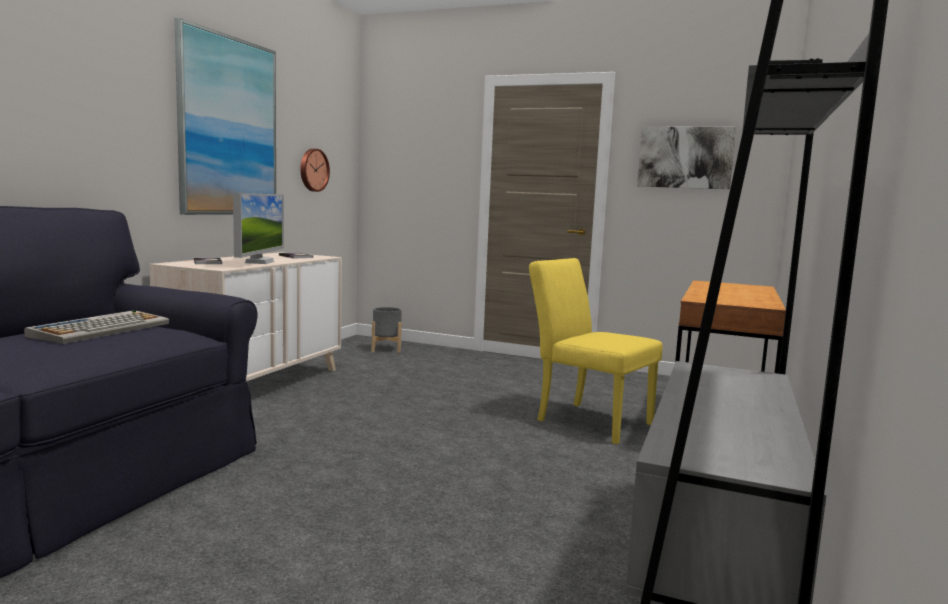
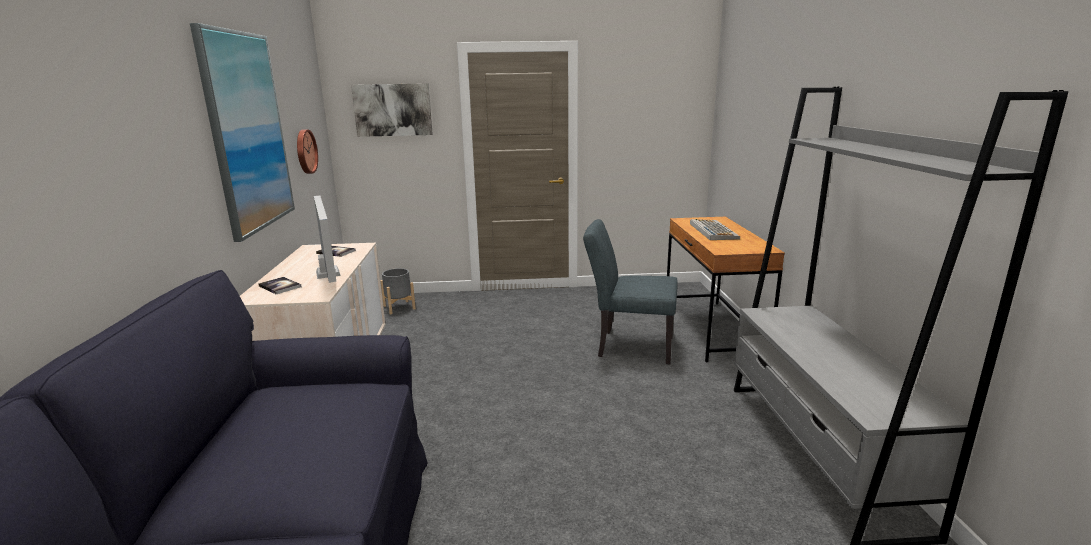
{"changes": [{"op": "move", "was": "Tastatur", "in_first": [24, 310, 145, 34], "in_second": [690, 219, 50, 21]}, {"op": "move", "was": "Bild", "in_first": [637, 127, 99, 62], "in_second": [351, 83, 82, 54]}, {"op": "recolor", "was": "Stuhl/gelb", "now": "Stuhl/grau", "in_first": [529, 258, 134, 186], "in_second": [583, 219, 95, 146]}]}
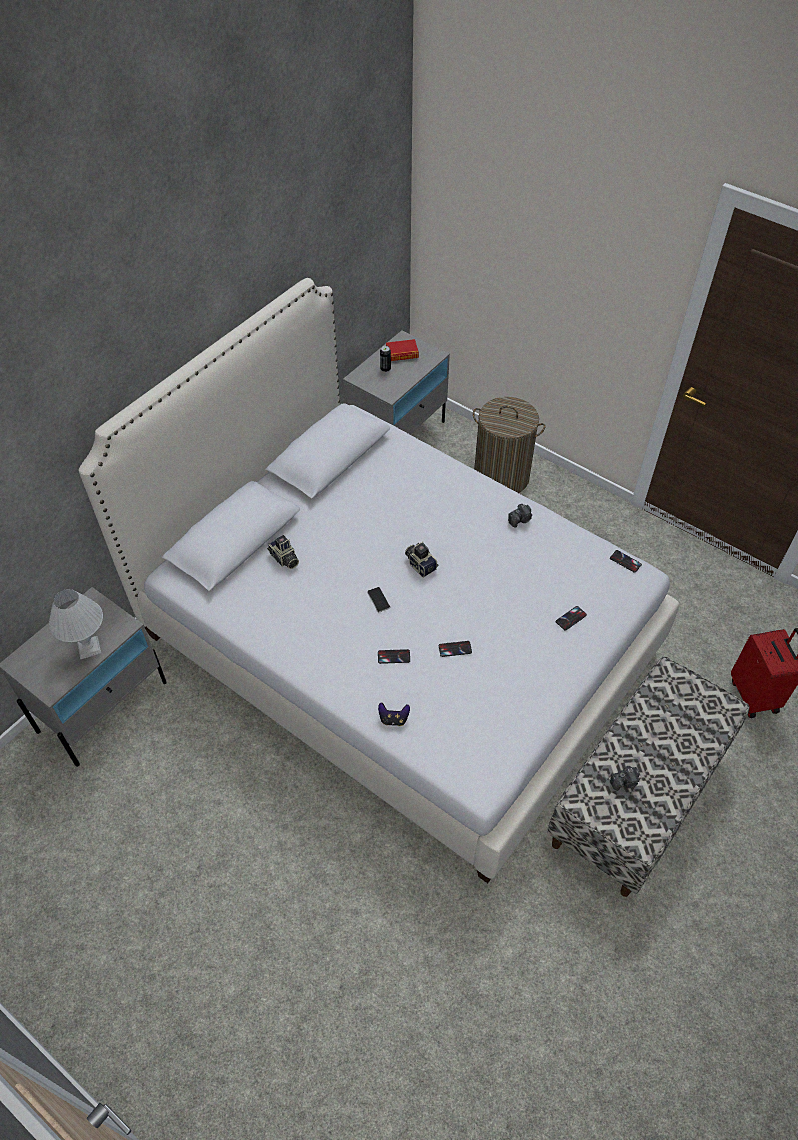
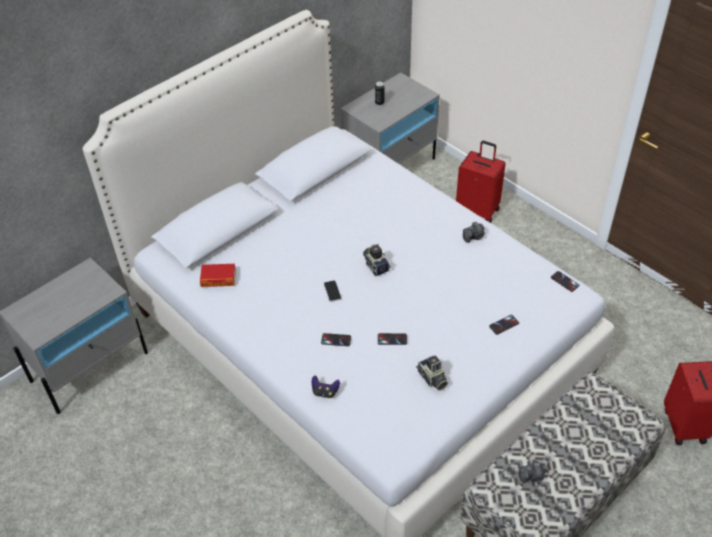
{"changes": [{"op": "delete", "was": "Tischlampe/weiß", "in_first": [49, 589, 54, 70]}, {"op": "move", "was": "Kamera", "in_first": [267, 535, 32, 34], "in_second": [416, 355, 32, 36]}, {"op": "move", "was": "Buch", "in_first": [386, 339, 33, 22], "in_second": [200, 264, 36, 23]}, {"op": "replace", "was": "Wäschekorb", "now": "Koffer/rot", "in_first": [473, 397, 73, 96], "in_second": [456, 141, 49, 82]}]}
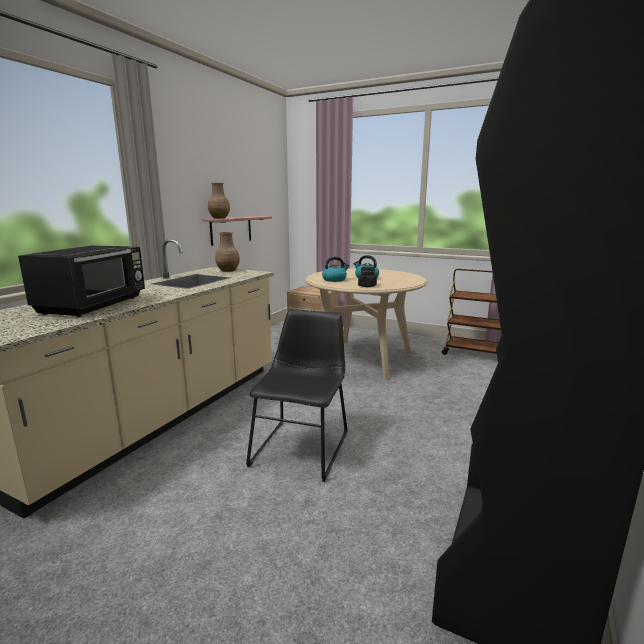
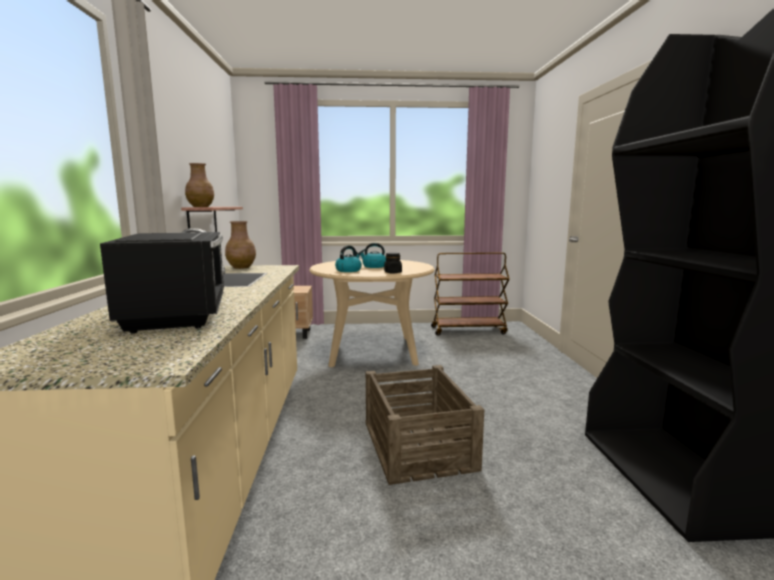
{"changes": [{"op": "replace", "was": "Stuhl/schwarz", "now": "Kiste", "in_first": [246, 309, 102, 173], "in_second": [365, 365, 119, 120]}]}
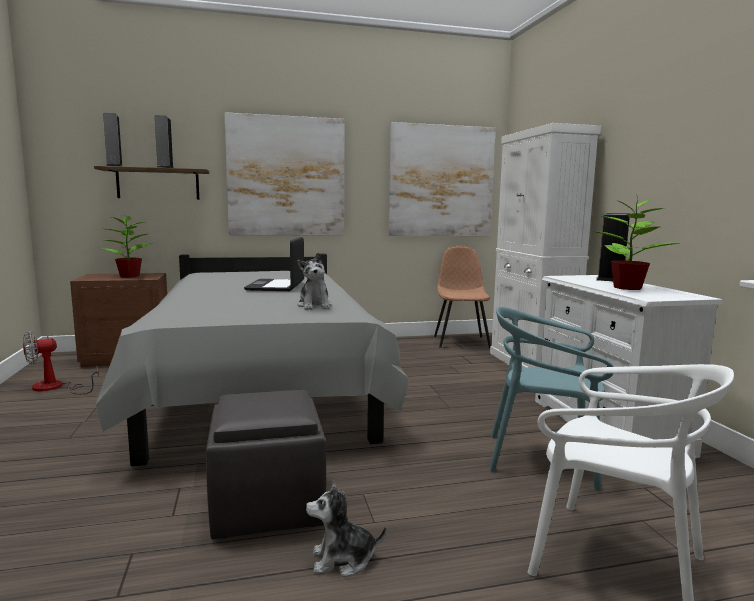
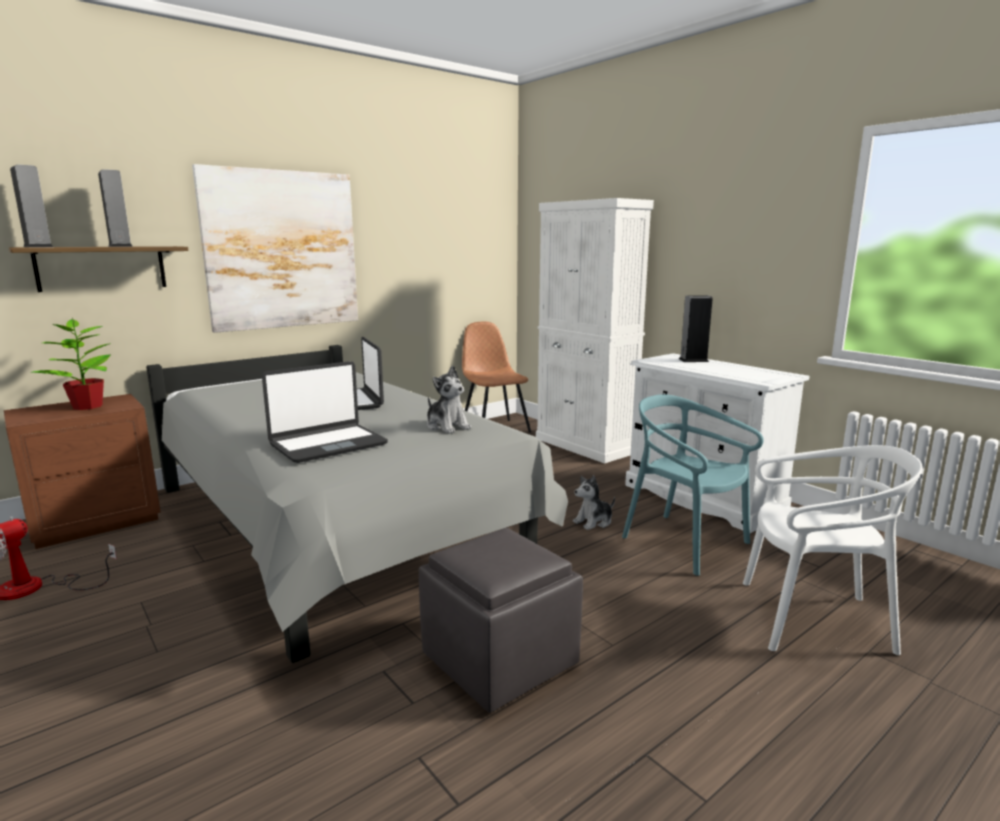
{"changes": [{"op": "delete", "was": "Bild", "in_first": [389, 122, 107, 114]}, {"op": "delete", "was": "Topfpflanze", "in_first": [596, 197, 85, 93]}, {"op": "insert", "now": "Laptop", "in_second": [262, 361, 126, 102]}, {"op": "move", "was": "Plüschtier", "in_first": [306, 481, 80, 96], "in_second": [573, 475, 42, 55]}, {"op": "rotate", "was": "Stuhl/türkis", "in_first": [489, 307, 125, 183], "in_second": [622, 394, 142, 182], "clockwise": 60}]}
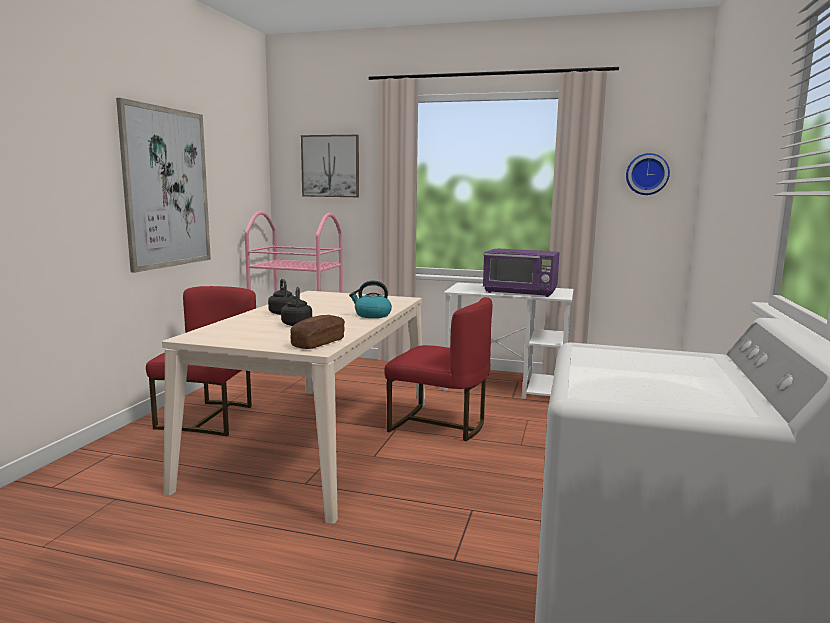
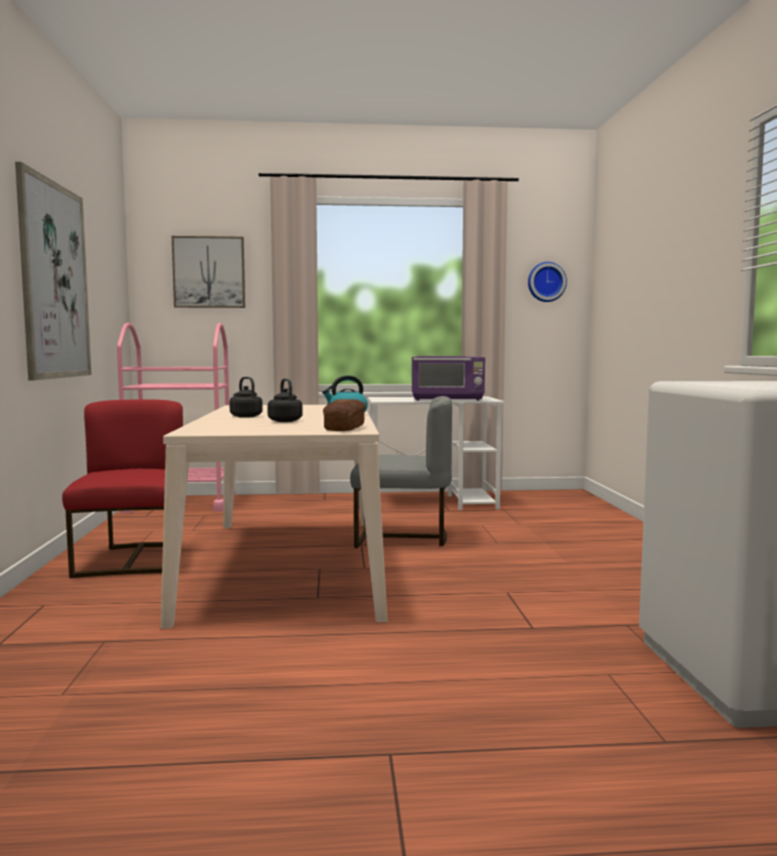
{"changes": [{"op": "recolor", "was": "Stuhl/rot", "now": "Stuhl/grau", "in_first": [385, 297, 107, 144], "in_second": [350, 396, 102, 152]}]}
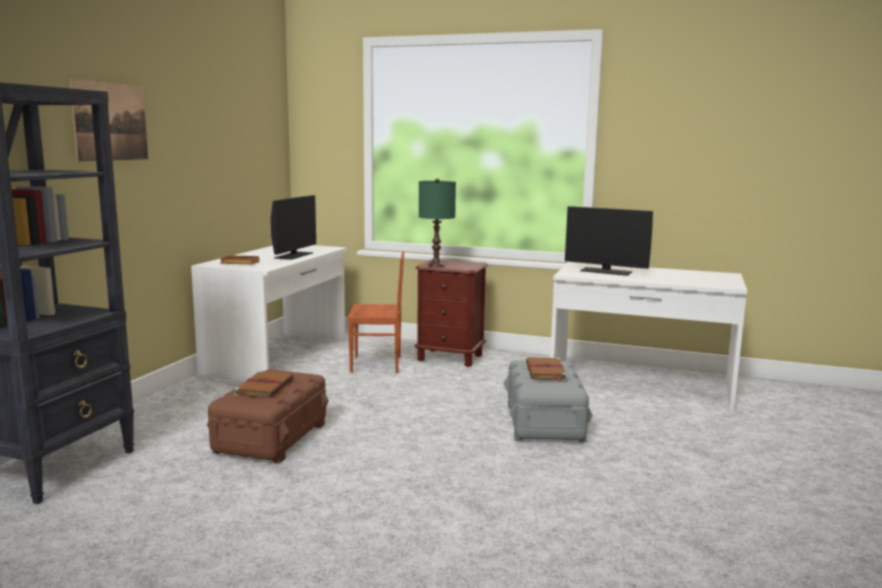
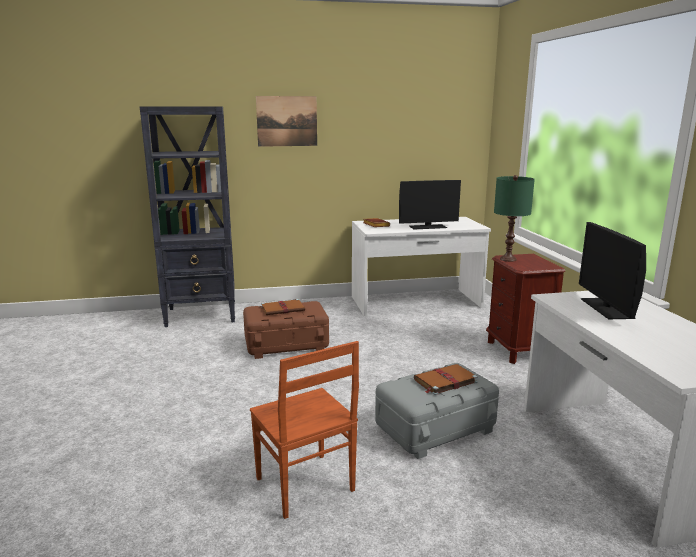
{"changes": [{"op": "move", "was": "Stuhl/braun", "in_first": [348, 251, 56, 122], "in_second": [250, 341, 109, 178]}]}
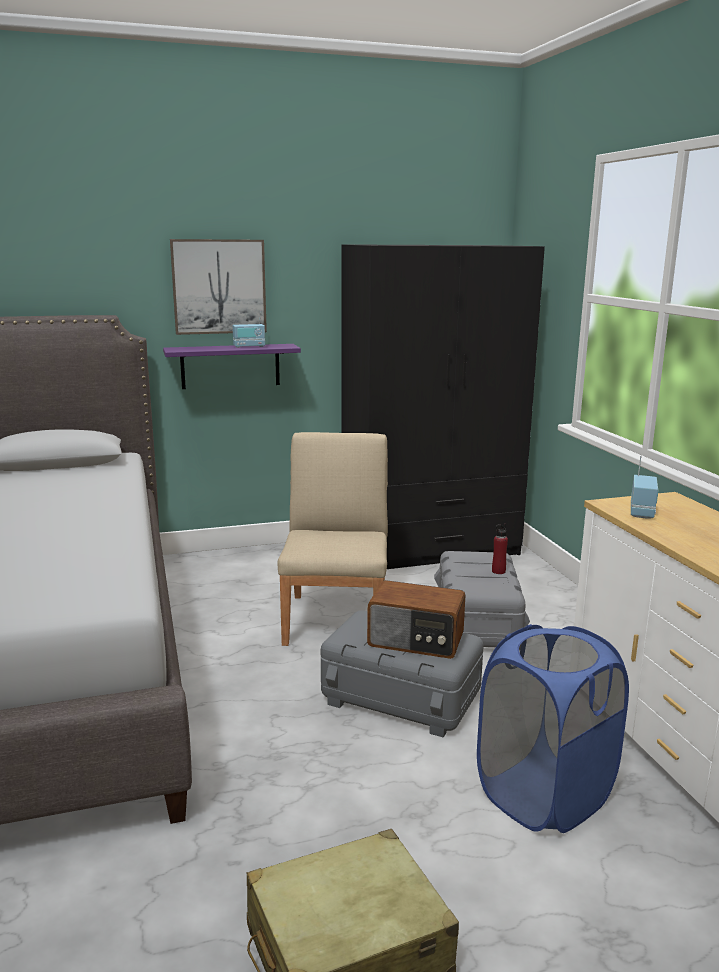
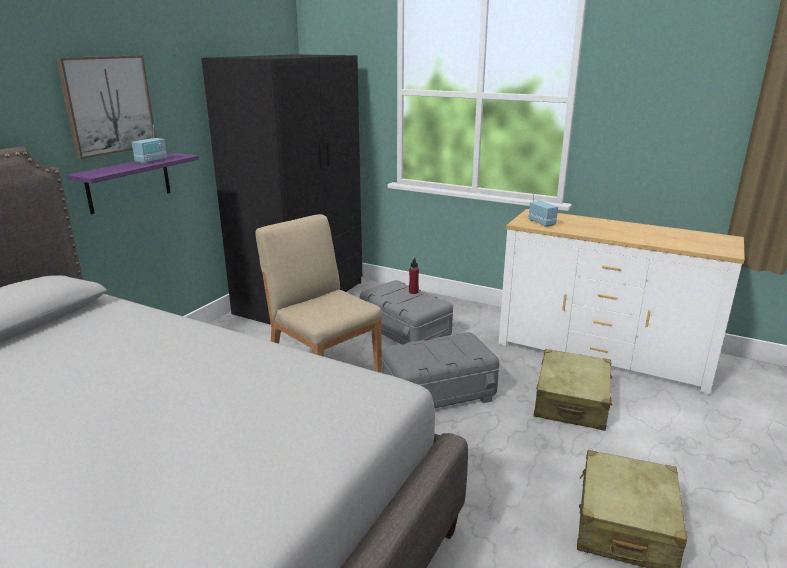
{"changes": [{"op": "delete", "was": "Radio", "in_first": [367, 580, 98, 79]}, {"op": "replace", "was": "Wäschekorb/blau", "now": "Koffer/beige", "in_first": [477, 624, 152, 209], "in_second": [534, 349, 78, 82]}]}
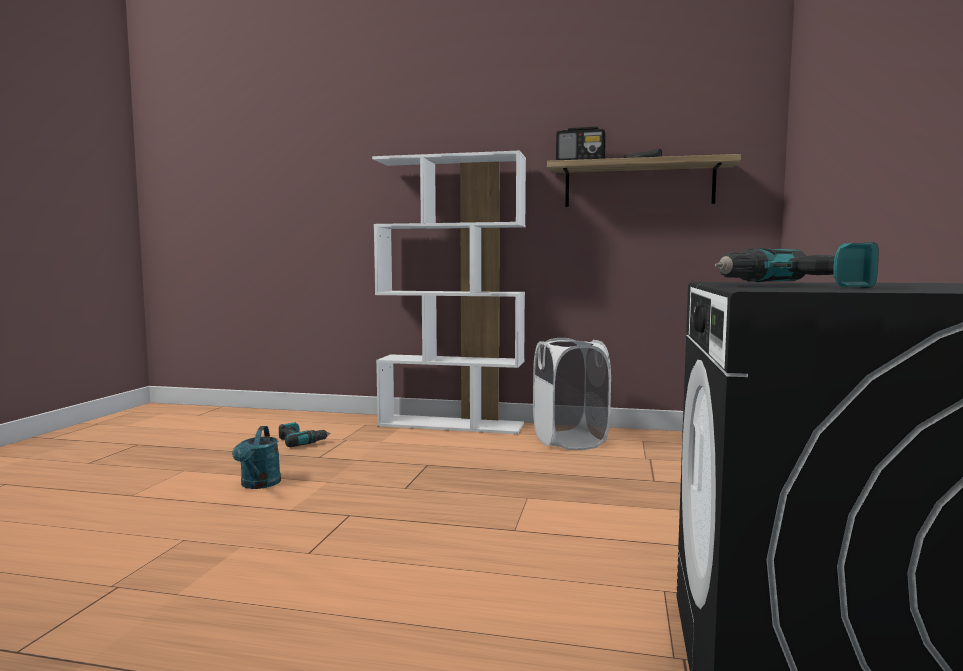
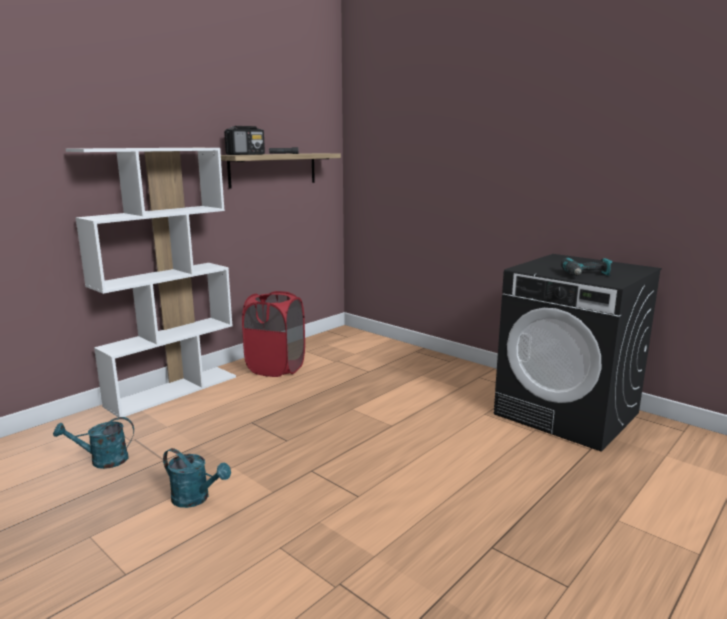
{"changes": [{"op": "replace", "was": "Bohrmaschine", "now": "Gießkanne/türkis", "in_first": [279, 422, 52, 25], "in_second": [53, 417, 81, 52]}, {"op": "recolor", "was": "Wäschekorb/weiß", "now": "Wäschekorb/rot", "in_first": [533, 338, 78, 112], "in_second": [242, 291, 63, 86]}]}
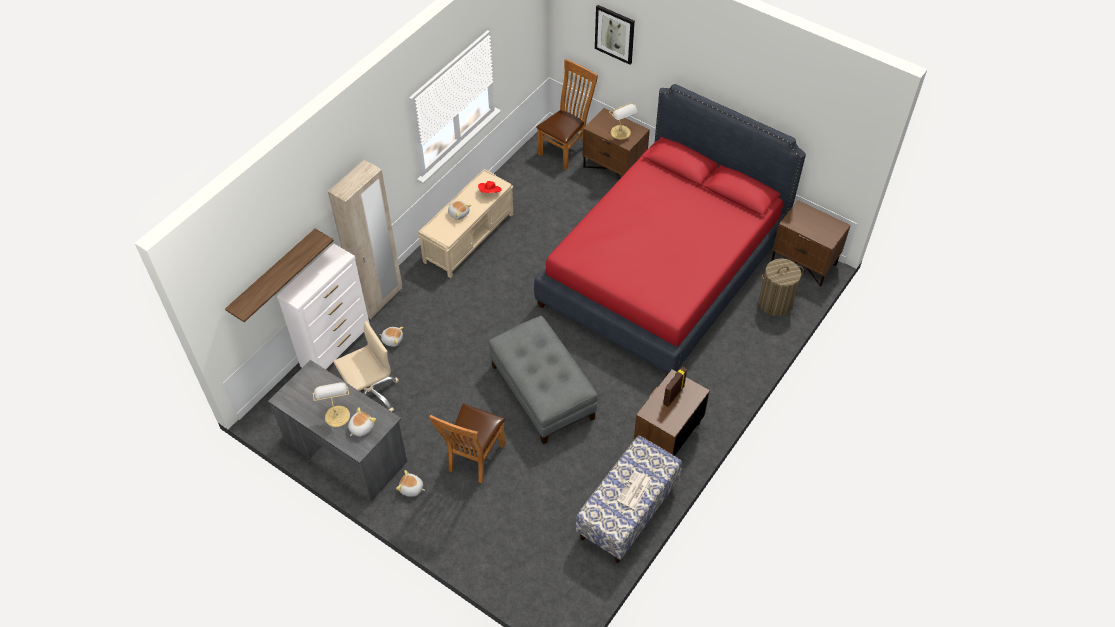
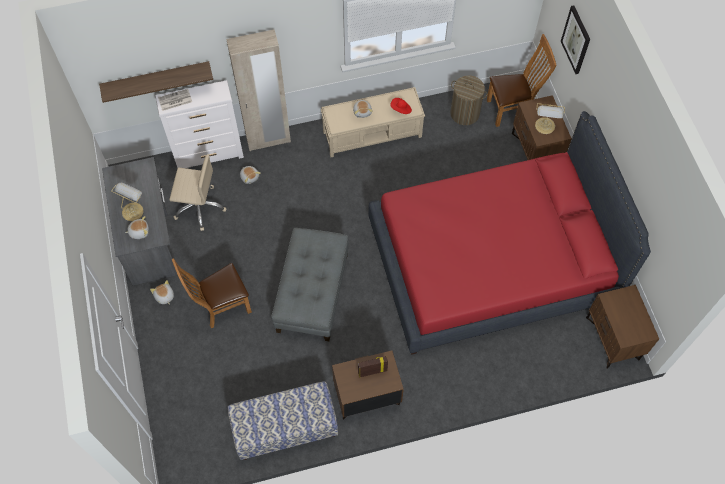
{"changes": [{"op": "move", "was": "Zeitung", "in_first": [617, 471, 34, 39], "in_second": [158, 89, 34, 22]}, {"op": "move", "was": "Wäschekorb", "in_first": [759, 258, 45, 58], "in_second": [450, 75, 38, 50]}]}
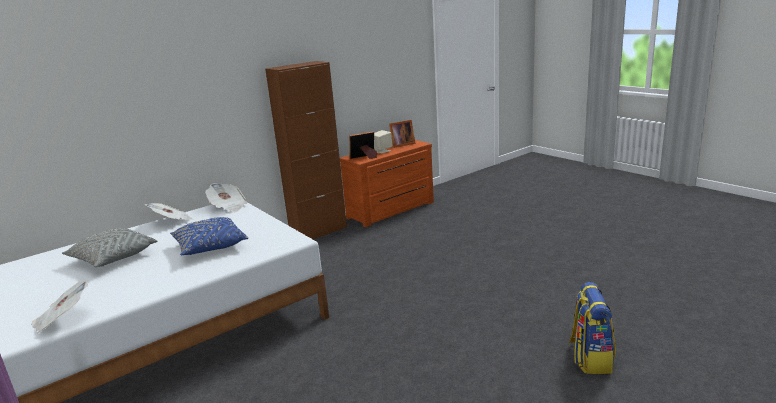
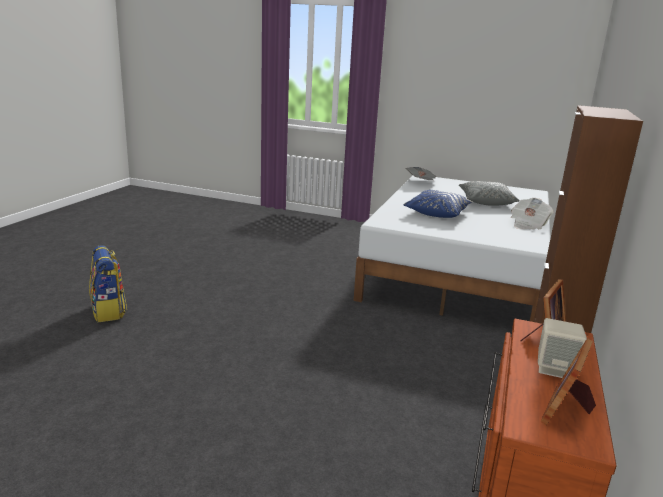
{"changes": [{"op": "delete", "was": "Zeitung", "in_first": [205, 183, 43, 30]}]}
